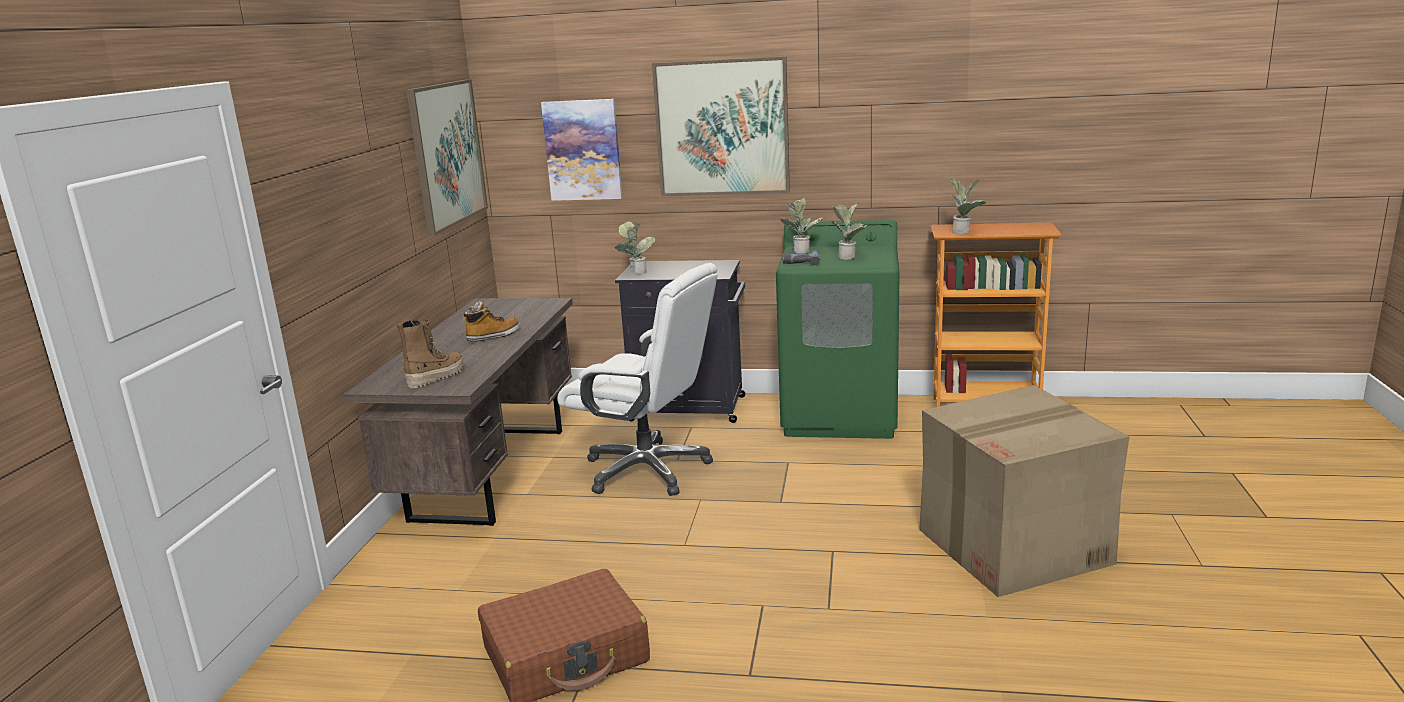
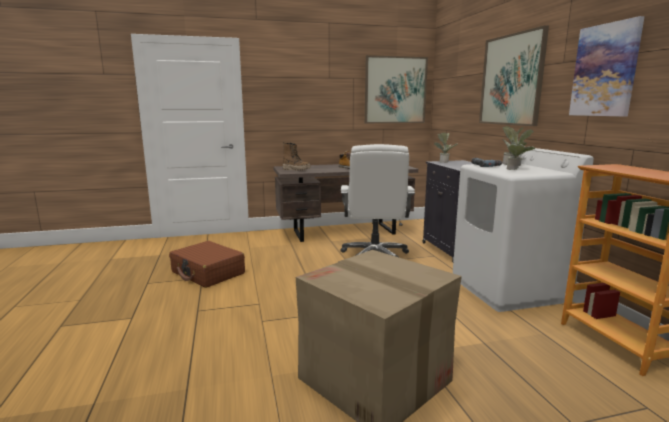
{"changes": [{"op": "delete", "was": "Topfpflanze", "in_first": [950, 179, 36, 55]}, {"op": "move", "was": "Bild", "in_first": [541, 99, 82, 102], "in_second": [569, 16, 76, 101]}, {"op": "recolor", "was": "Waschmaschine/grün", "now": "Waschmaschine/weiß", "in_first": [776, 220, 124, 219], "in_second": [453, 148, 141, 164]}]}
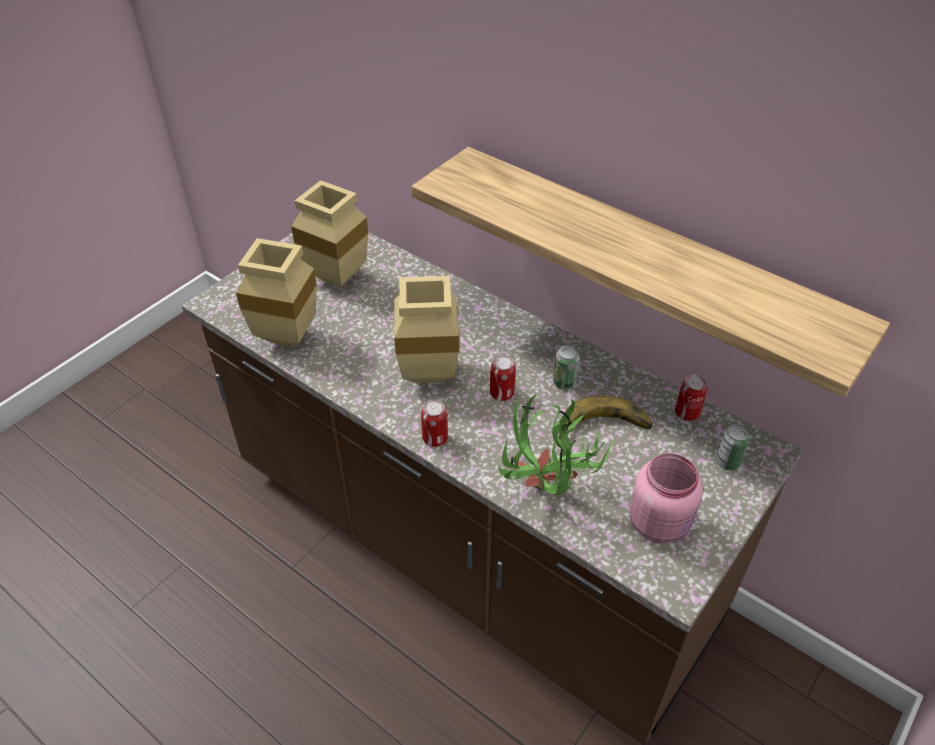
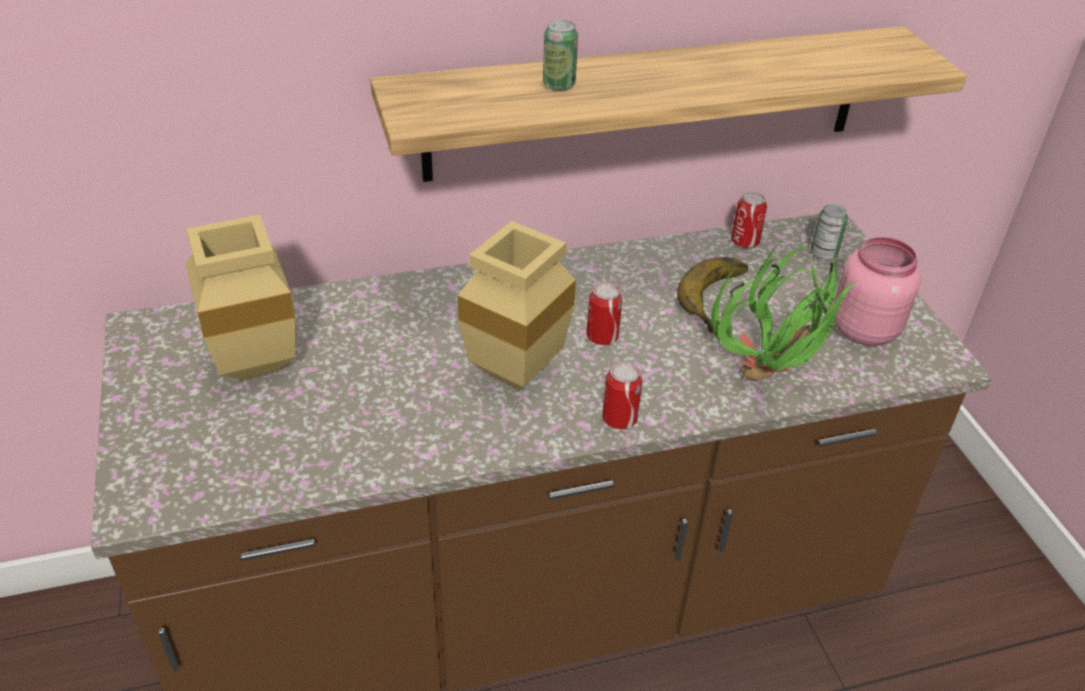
{"changes": [{"op": "delete", "was": "Vase/beige", "in_first": [236, 238, 81, 109]}, {"op": "move", "was": "Dose", "in_first": [553, 345, 26, 44], "in_second": [543, 20, 35, 71]}]}
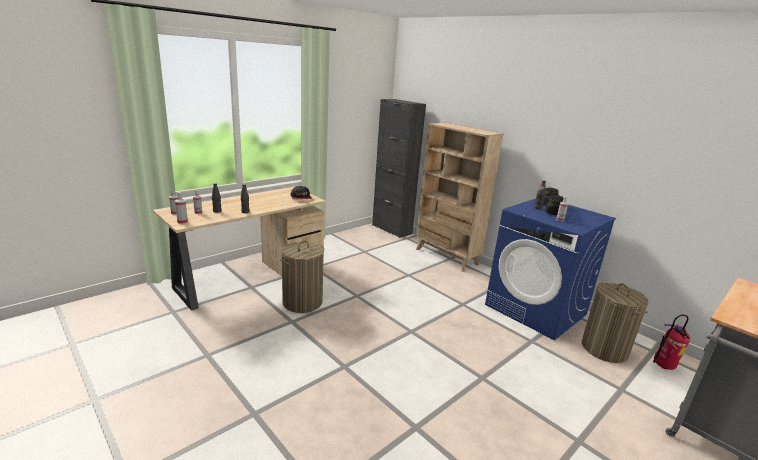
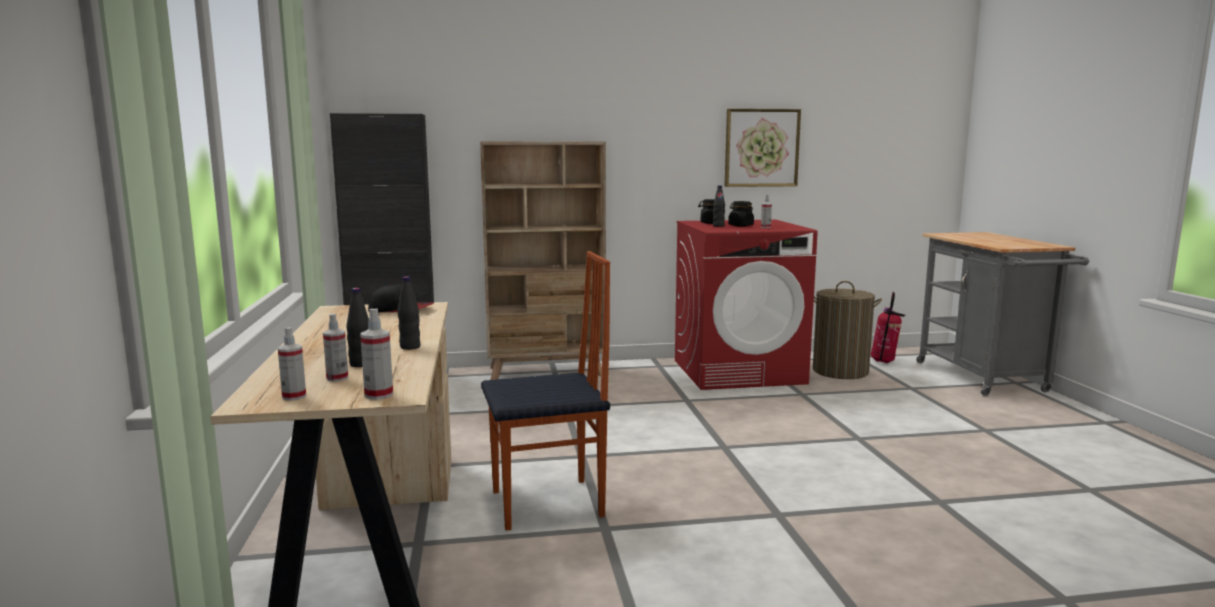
{"changes": [{"op": "insert", "now": "Bild", "in_second": [725, 109, 76, 78]}, {"op": "replace", "was": "Wäschekorb", "now": "Stuhl", "in_first": [280, 241, 44, 72], "in_second": [481, 251, 129, 280]}, {"op": "recolor", "was": "Waschmaschine/blau", "now": "Waschmaschine/rot", "in_first": [485, 199, 131, 141], "in_second": [675, 219, 143, 171]}]}
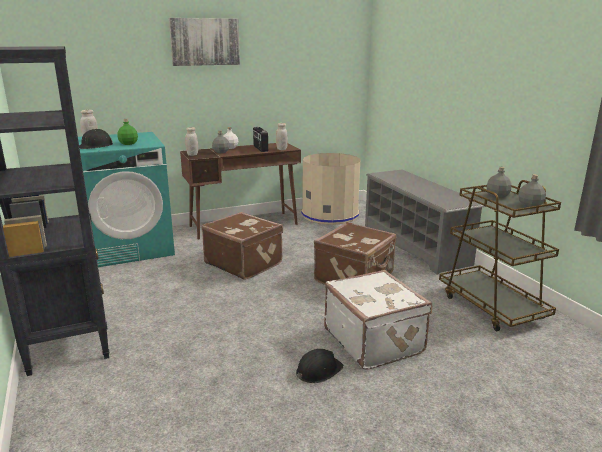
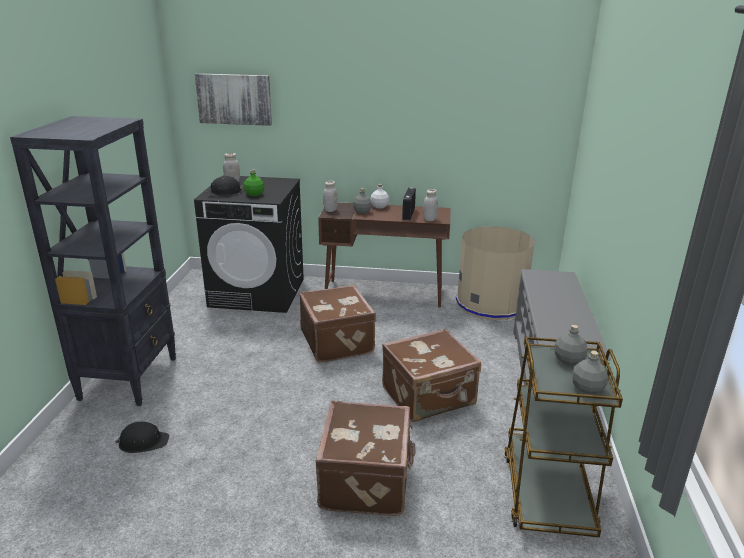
{"changes": [{"op": "move", "was": "Bild", "in_first": [169, 18, 71, 48], "in_second": [194, 73, 78, 53]}, {"op": "move", "was": "Schutzhelm/schwarz", "in_first": [296, 349, 48, 34], "in_second": [114, 422, 55, 31]}, {"op": "recolor", "was": "Waschmaschine/türkis", "now": "Waschmaschine/schwarz", "in_first": [78, 132, 97, 135], "in_second": [194, 175, 110, 138]}, {"op": "recolor", "was": "Koffer/weiß", "now": "Koffer/braun", "in_first": [324, 270, 108, 100], "in_second": [315, 401, 101, 115]}]}
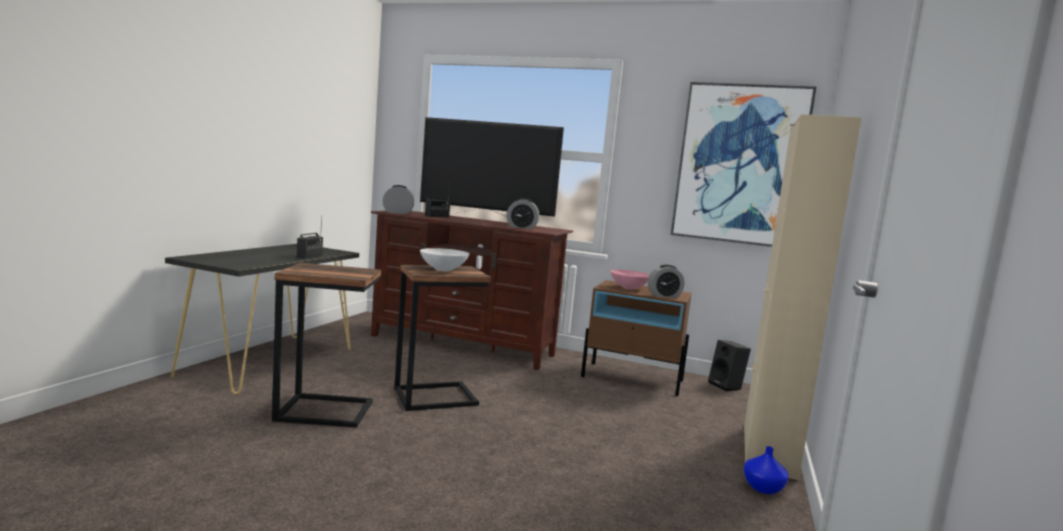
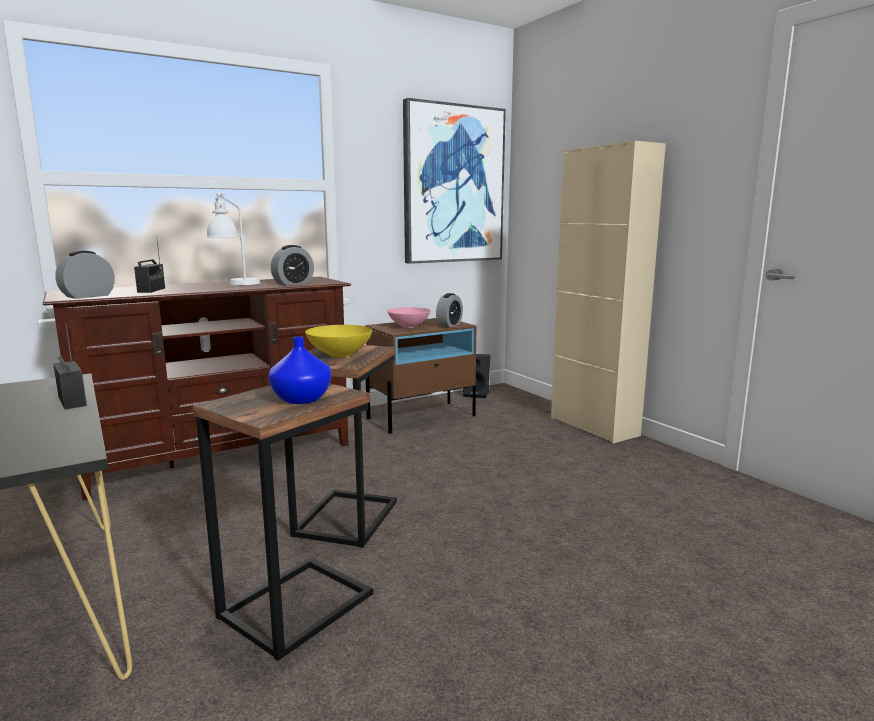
{"changes": [{"op": "delete", "was": "Fernseher", "in_first": [420, 117, 144, 100]}, {"op": "insert", "now": "Tischlampe/weiß", "in_second": [206, 192, 54, 93]}, {"op": "move", "was": "Vase/blau", "in_first": [744, 446, 45, 48], "in_second": [268, 336, 63, 68]}, {"op": "recolor", "was": "Schüssel/weiß", "now": "Schüssel/gelb", "in_first": [420, 248, 49, 24], "in_second": [305, 325, 68, 32]}]}
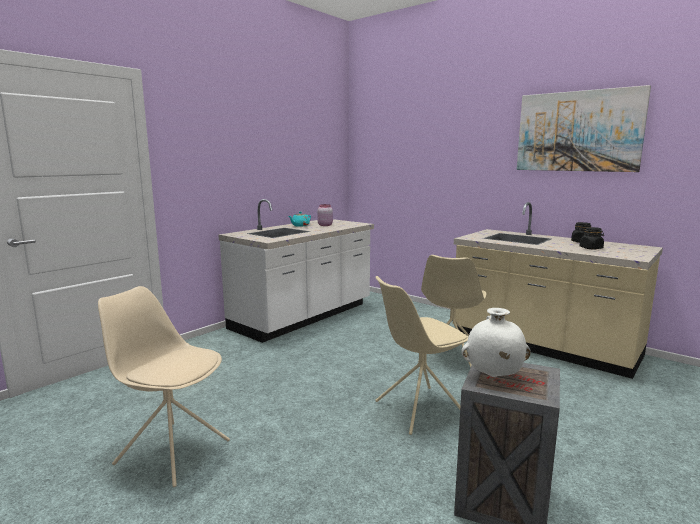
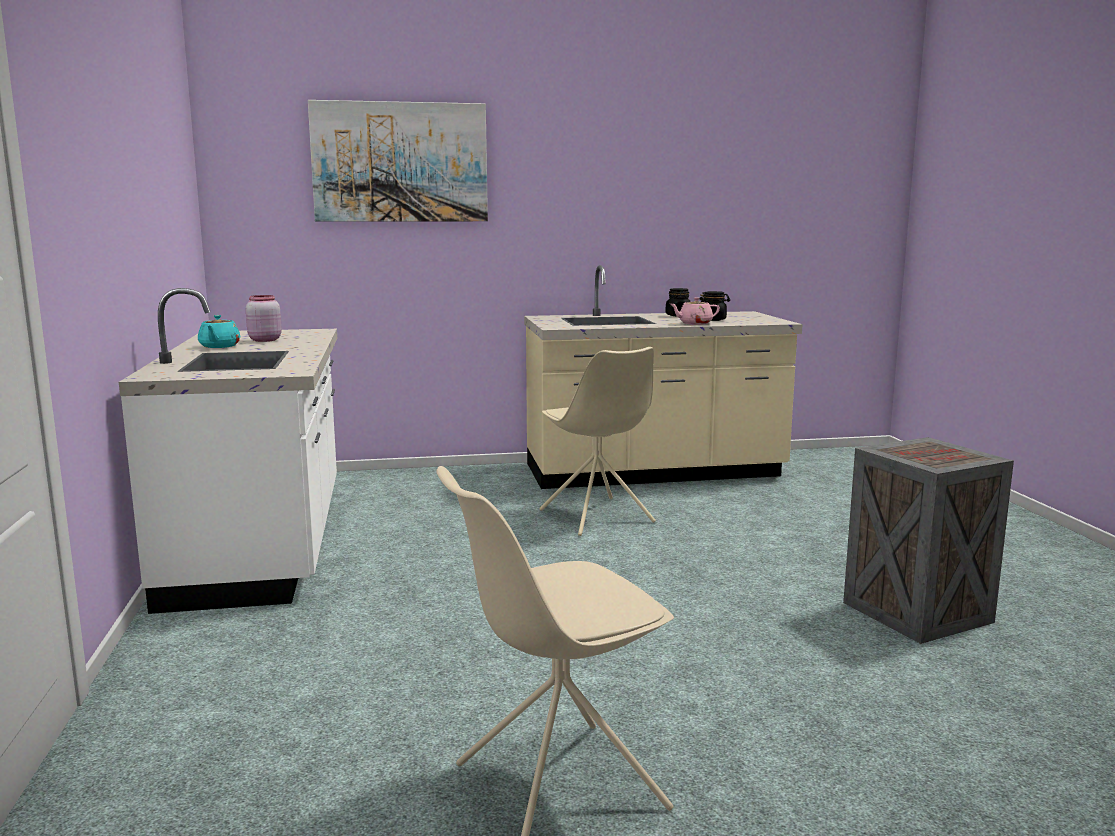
{"changes": [{"op": "delete", "was": "Stuhl/beige", "in_first": [375, 276, 94, 159]}, {"op": "delete", "was": "Vase/weiß", "in_first": [461, 308, 70, 69]}, {"op": "insert", "now": "Teekanne/rosa", "in_second": [670, 297, 50, 28]}, {"op": "move", "was": "Bild", "in_first": [517, 85, 134, 87], "in_second": [308, 100, 180, 122]}]}
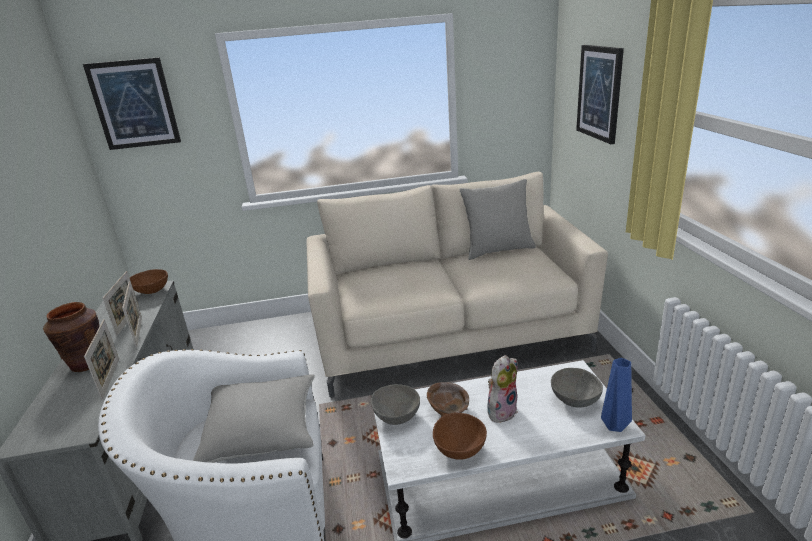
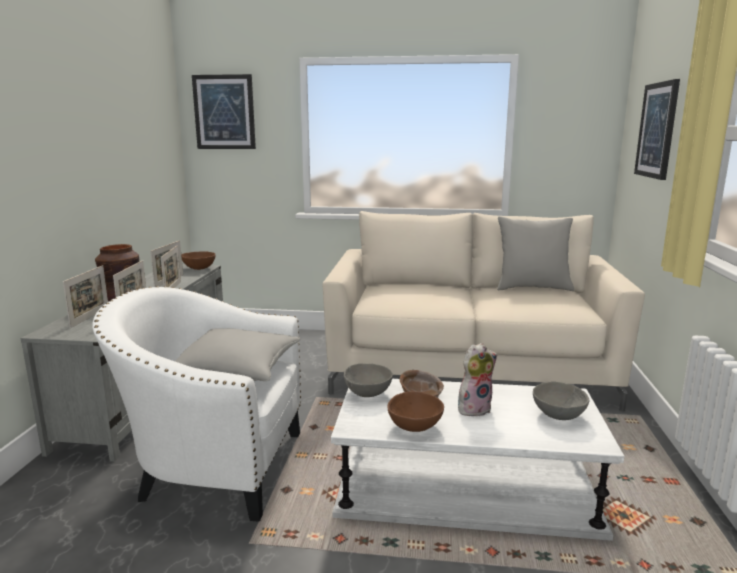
{"changes": [{"op": "delete", "was": "Vase/blau", "in_first": [601, 358, 31, 74]}, {"op": "insert", "now": "Bilderrahmen", "in_second": [63, 265, 45, 63]}]}
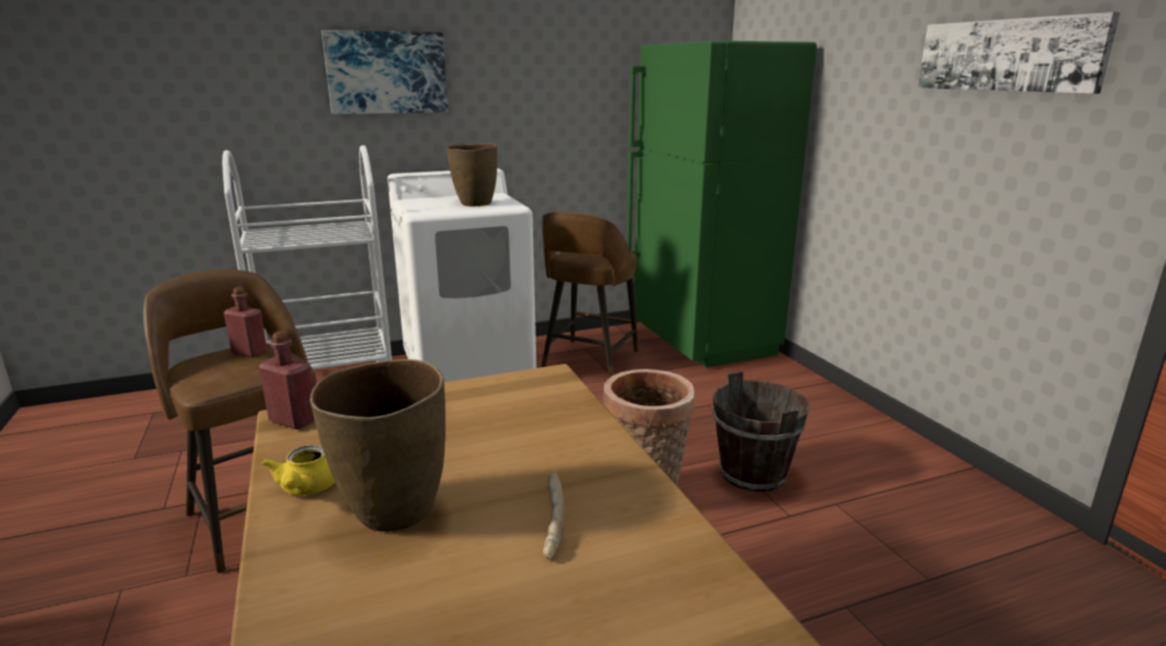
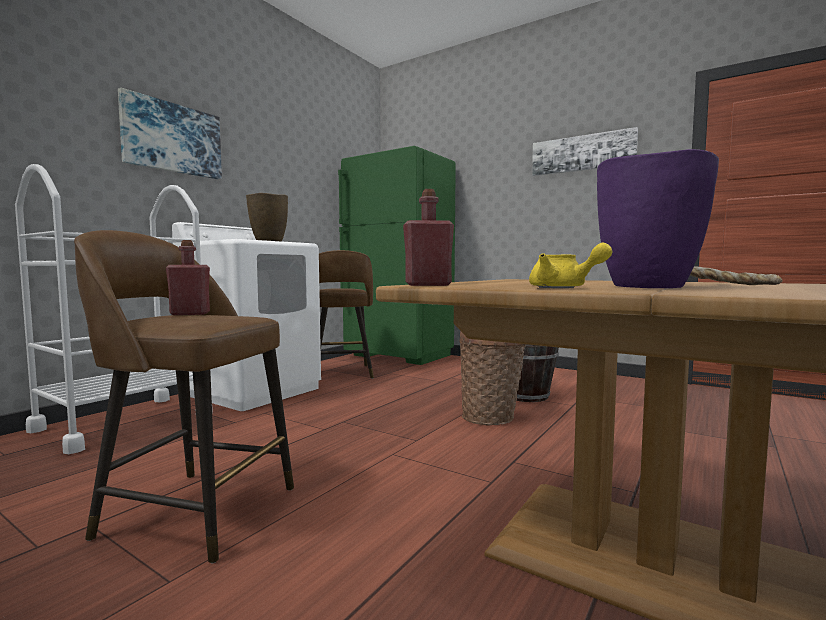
{"changes": [{"op": "recolor", "was": "Vase/braun", "now": "Vase/lila", "in_first": [310, 359, 136, 173], "in_second": [597, 149, 122, 139]}]}
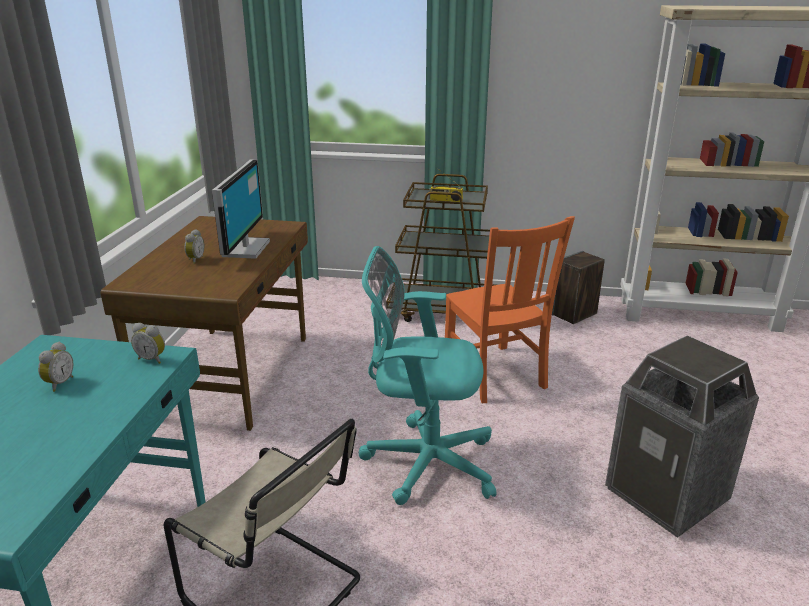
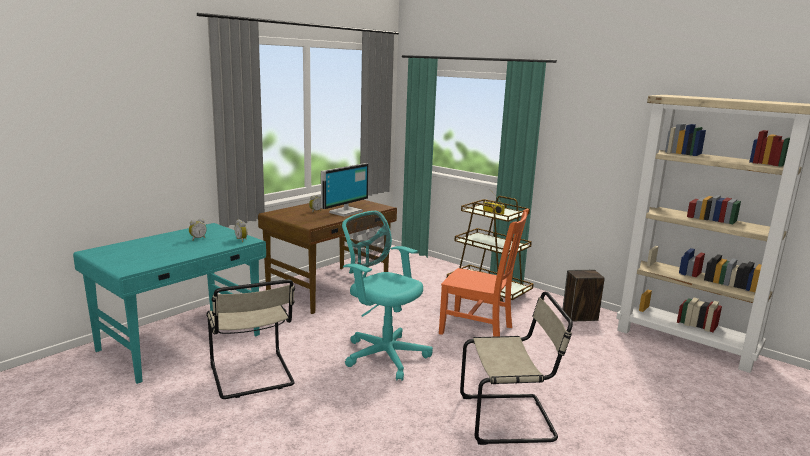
{"changes": [{"op": "replace", "was": "Mülleimer", "now": "Stuhl/beige", "in_first": [605, 335, 154, 203], "in_second": [460, 292, 113, 153]}, {"op": "rotate", "was": "Stuhl/orange", "in_first": [445, 216, 130, 187], "in_second": [439, 209, 90, 128], "clockwise": -75}]}
